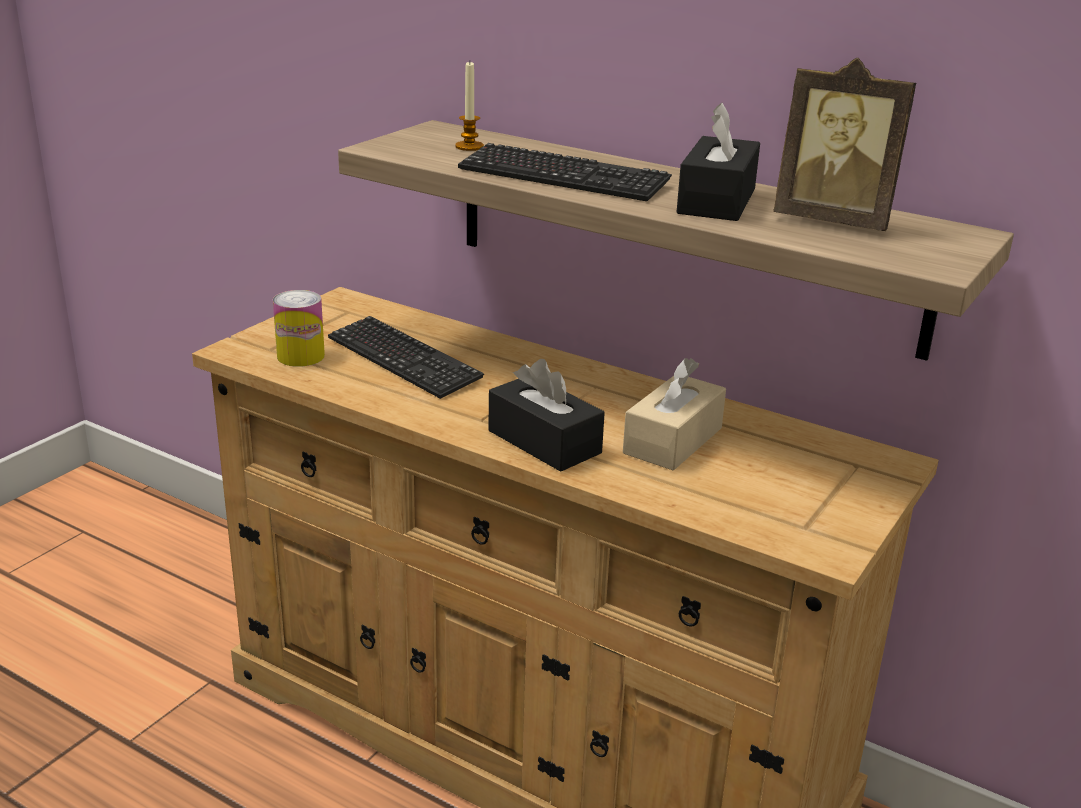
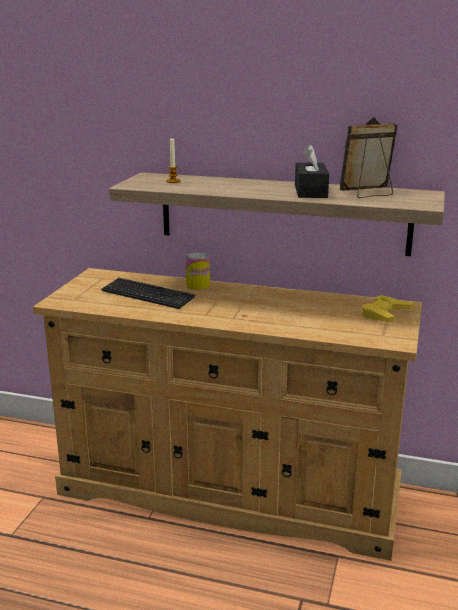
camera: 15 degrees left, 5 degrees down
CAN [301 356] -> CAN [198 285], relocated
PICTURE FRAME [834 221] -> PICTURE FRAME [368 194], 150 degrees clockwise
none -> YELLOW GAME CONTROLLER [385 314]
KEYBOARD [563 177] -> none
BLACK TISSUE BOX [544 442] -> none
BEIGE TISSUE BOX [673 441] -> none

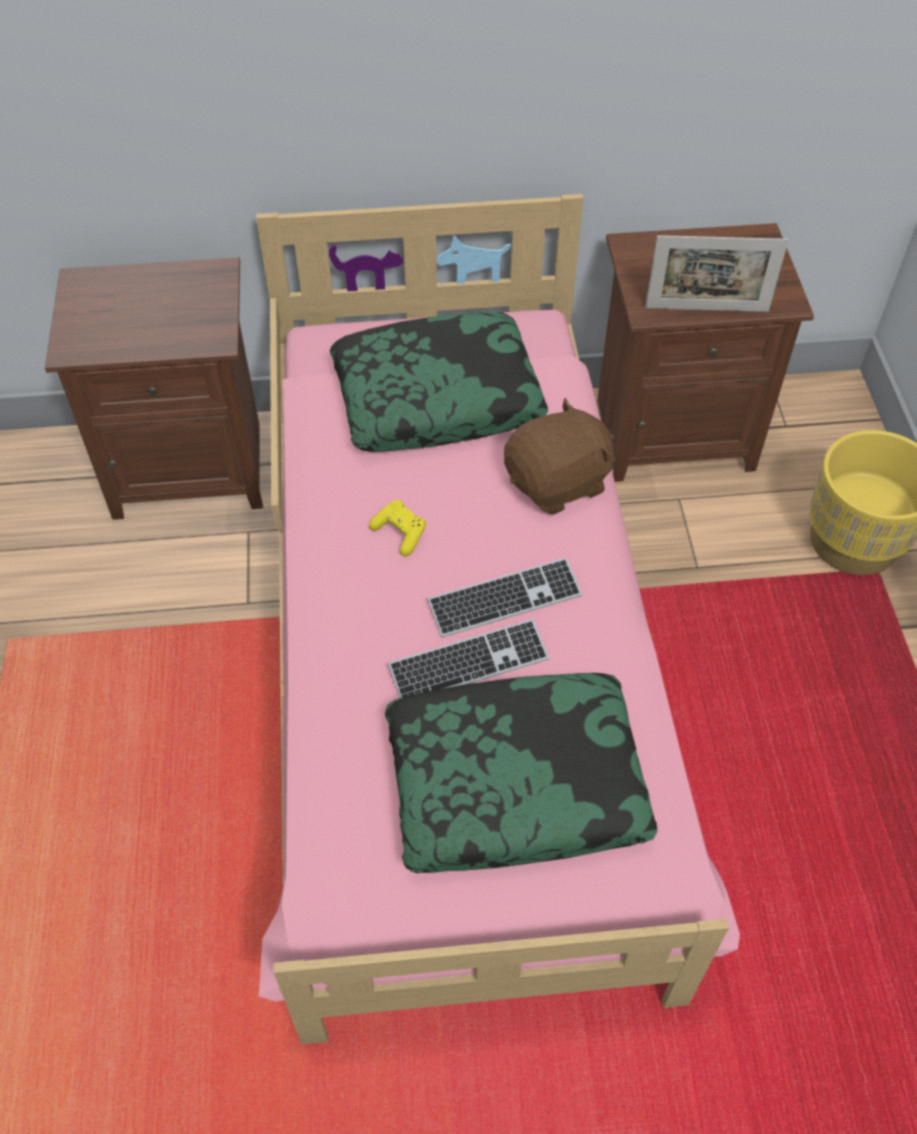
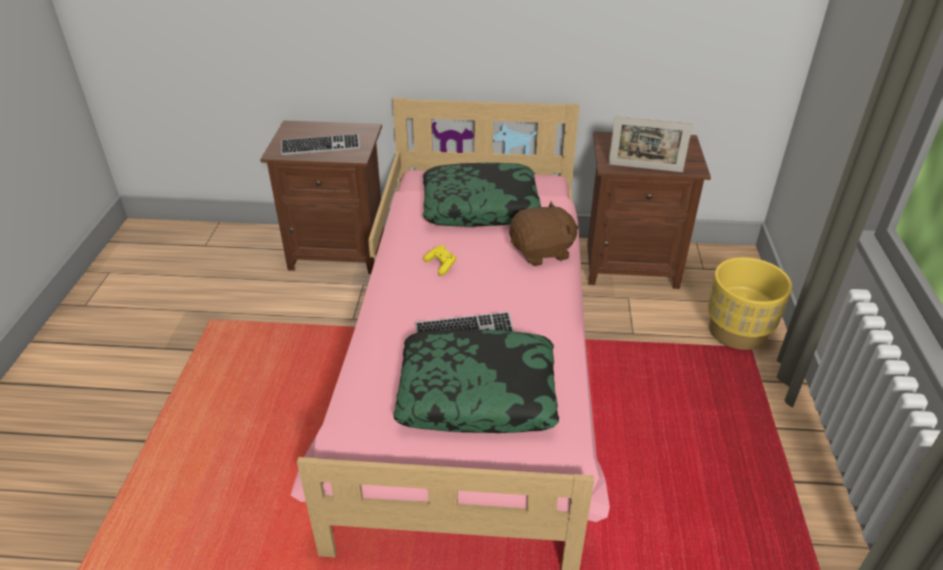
camera: 10 degrees right, 15 degrees down
KEYBOARD [505 600] -> KEYBOARD [320 146], relocated

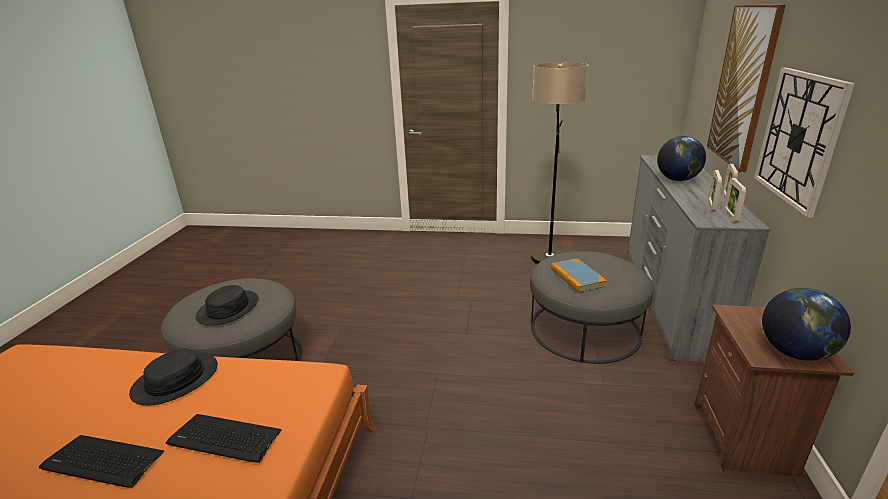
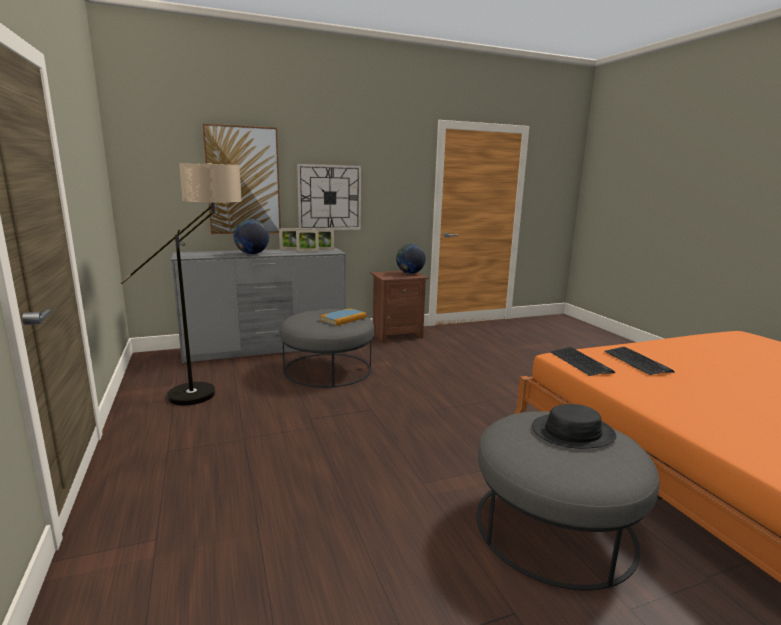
camera: 120 degrees left, 10 degrees down
KEYBOARD [103 462] -> KEYBOARD [580 362], relocated
BLACK HAT [176 380] -> none

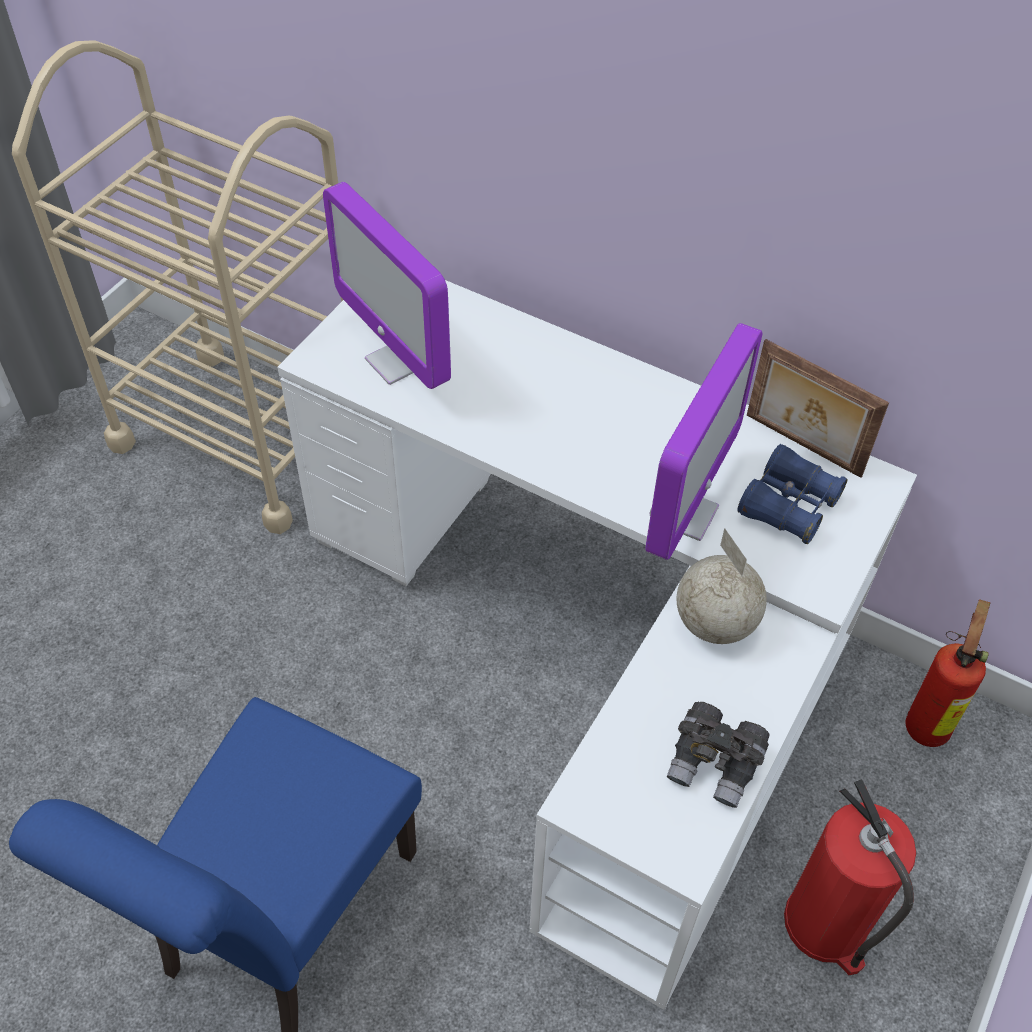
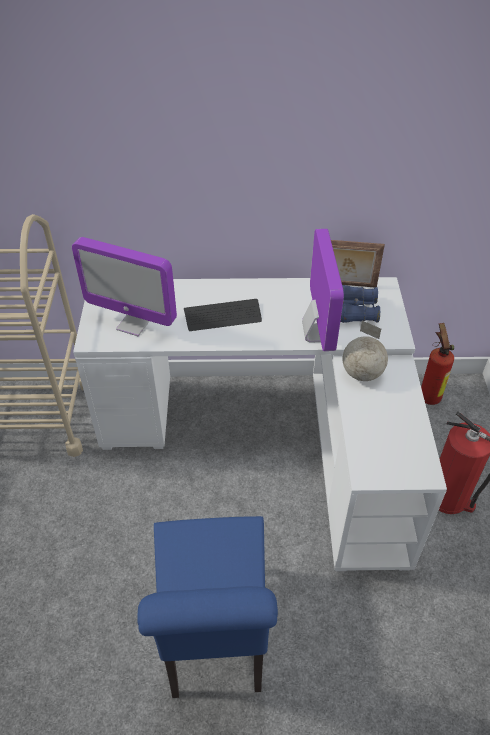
camera: 30 degrees left, 5 degrees down
none -> KEYBOARD [223 316]
GREY BINOCULARS [715 764] -> none

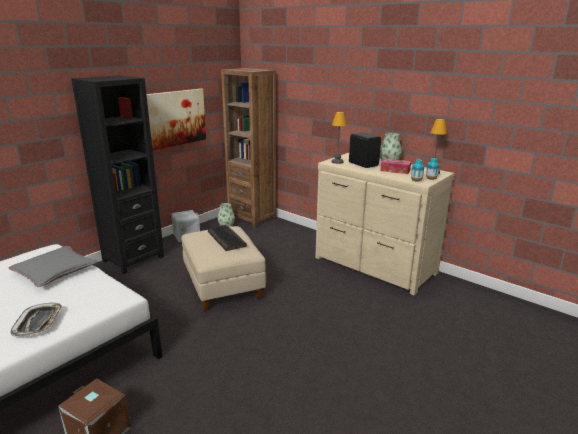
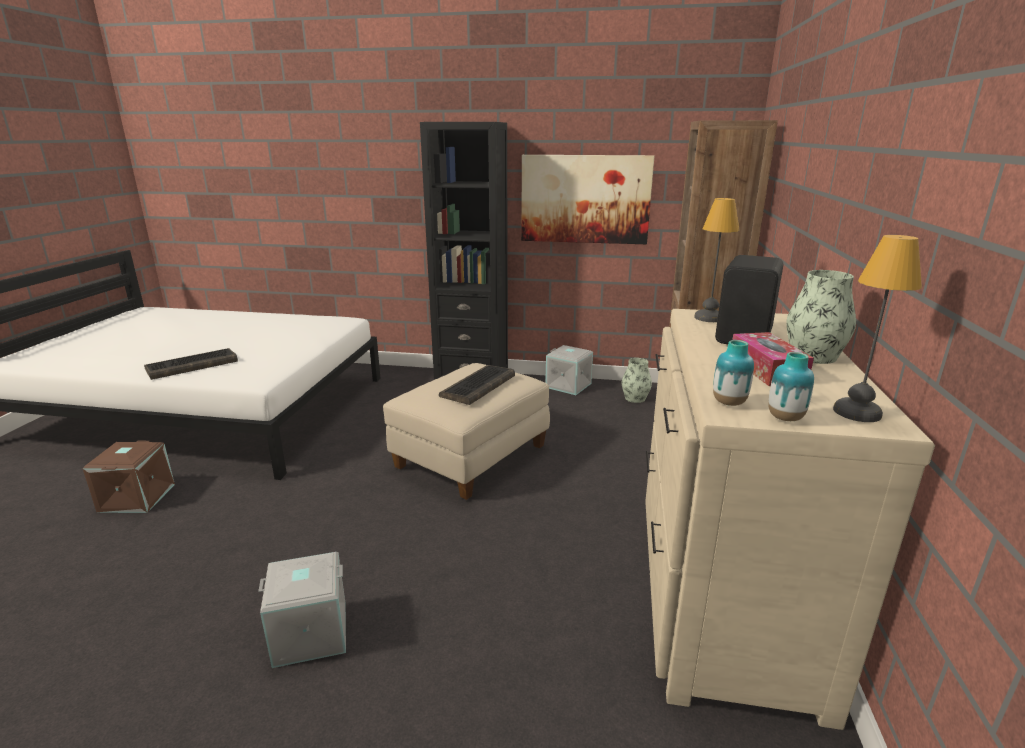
camera: 60 degrees right, 0 degrees up
TRAY [38 322] -> KEYBOARD [191 365]
none -> GREY STORAGE BOX [310 634]
GREY PILLOW [55 271] -> none

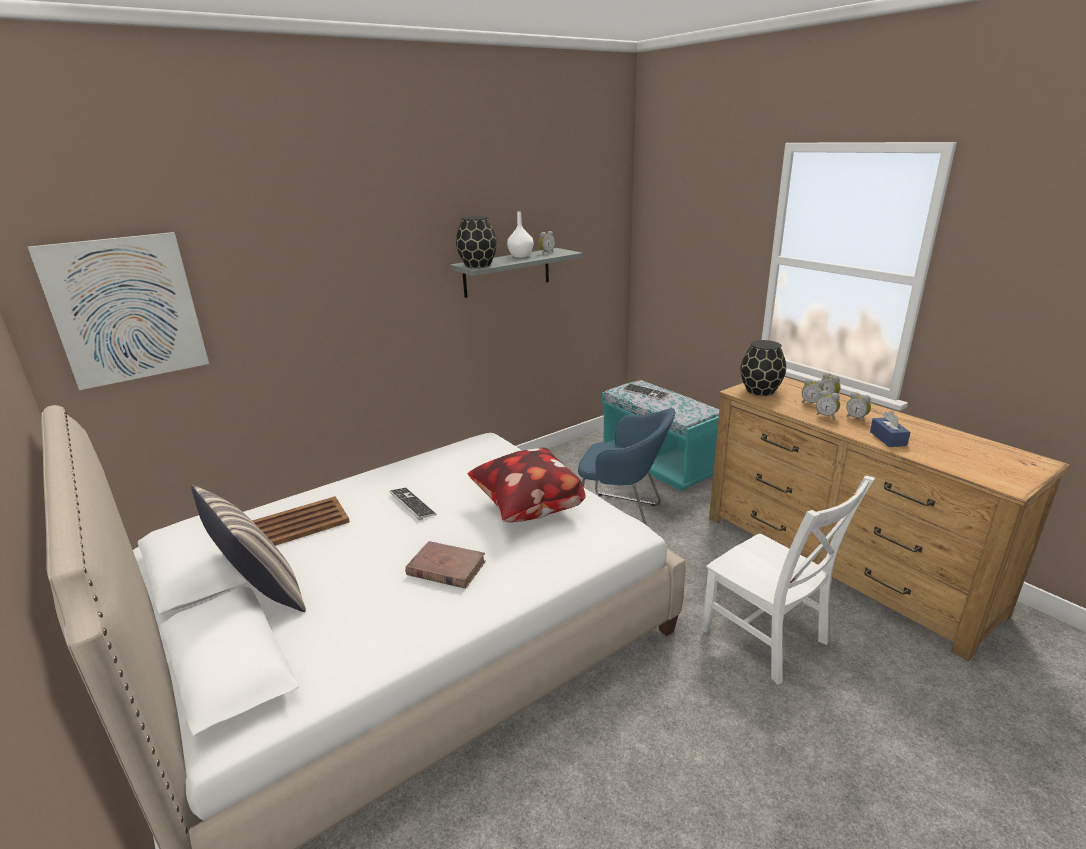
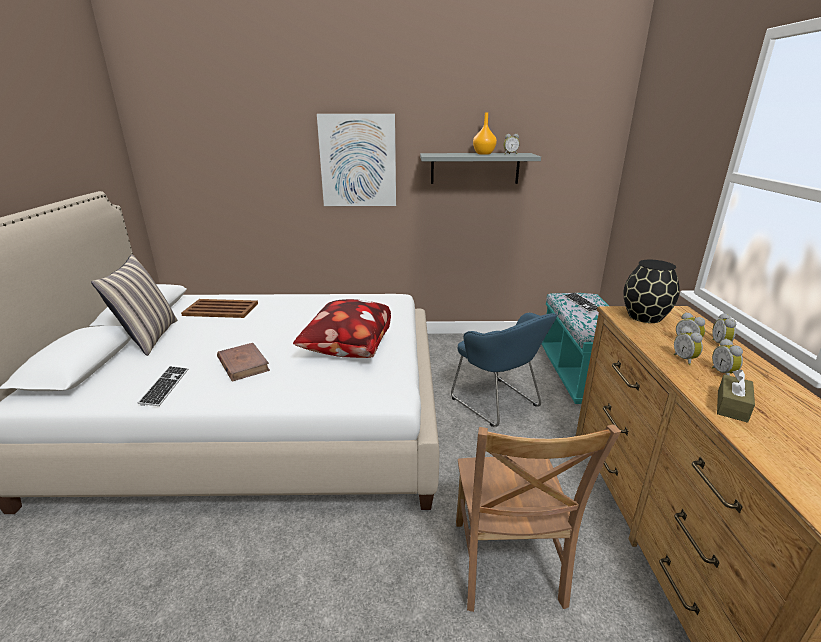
camera: 35 degrees right, 0 degrees up
KEYBOARD [412 504] -> KEYBOARD [165 387], relocated
PICTURE [126 310] -> PICTURE [358 161], relocated
WHITE CHAIR [768 639] -> BROWN CHAIR [507 566]
WHITE VASE [521 256] -> ORANGE VASE [484 154]
BLUE TISSUE BOX [888 438] -> BROWN TISSUE BOX [732 406]
BLACK VASE [478 265] -> none

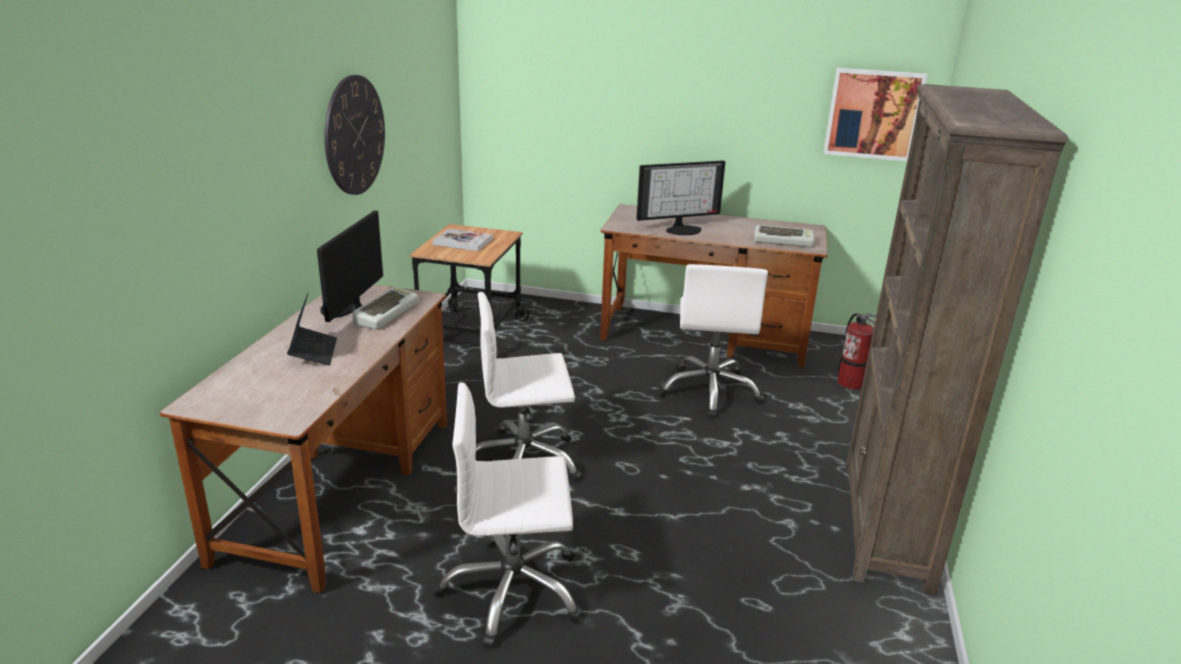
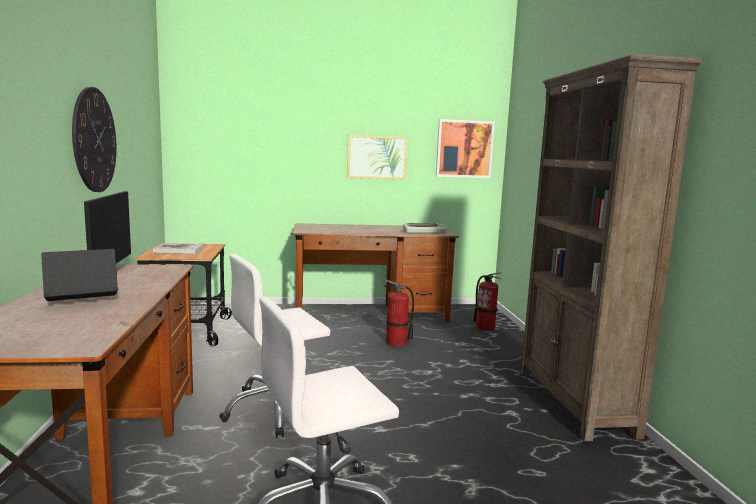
camera: 20 degrees left, 15 degrees down
LAPTOP [313 352] -> LAPTOP [82 302], 90 degrees counterclockwise
none -> PICTURE [377 157]
WHITE OFFICE CHAIR [710 391] -> FIRE EXTINGUISHER [396 343]
KEYBOARD [385 313] -> none
MONITOR [682 229] -> none

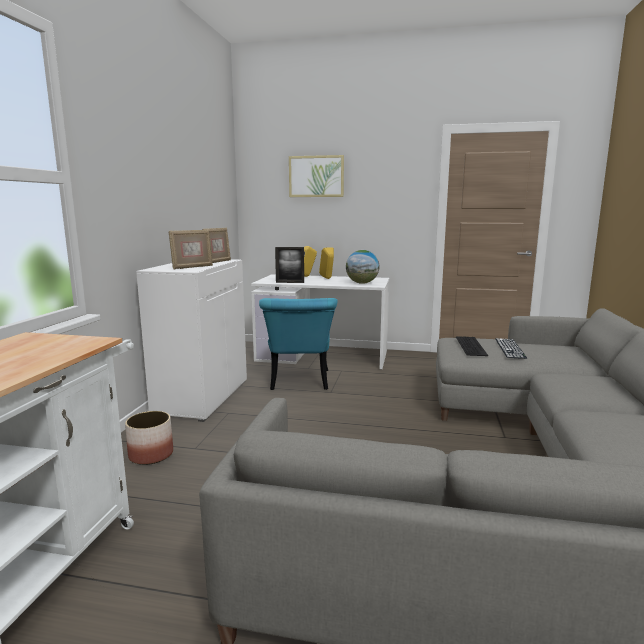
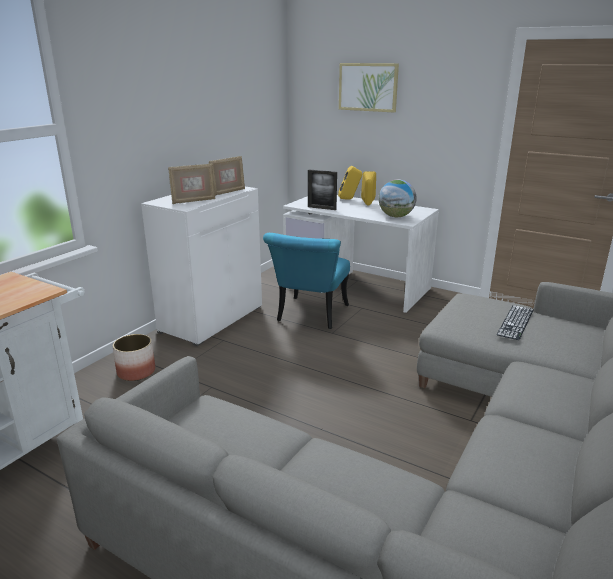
camera: 20 degrees right, 10 degrees up
KEYBOARD [472 346] -> none

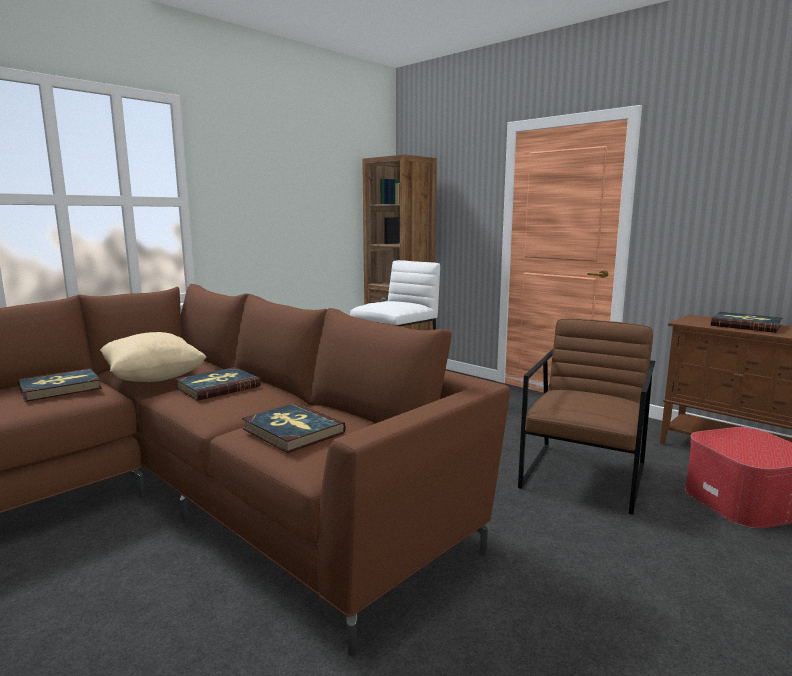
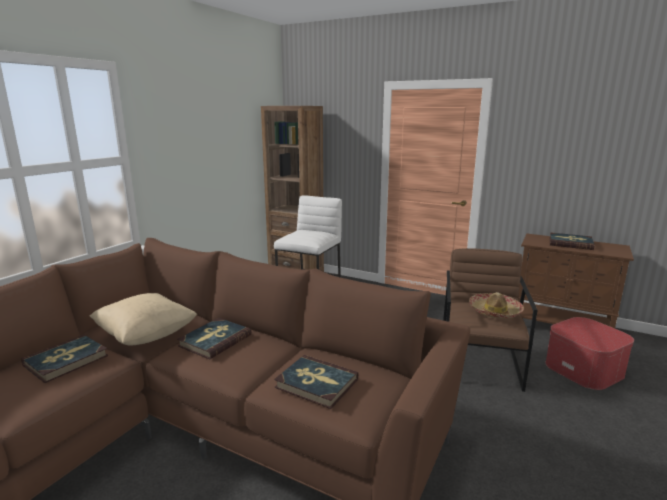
camera: 15 degrees left, 5 degrees up
none -> HAT [495 311]

